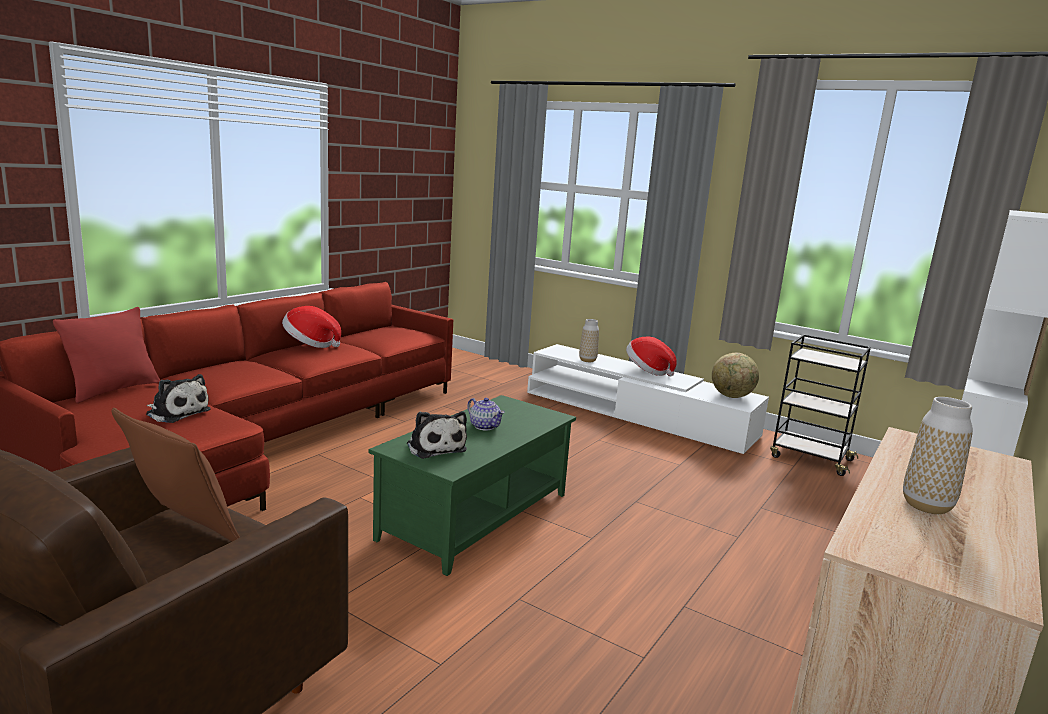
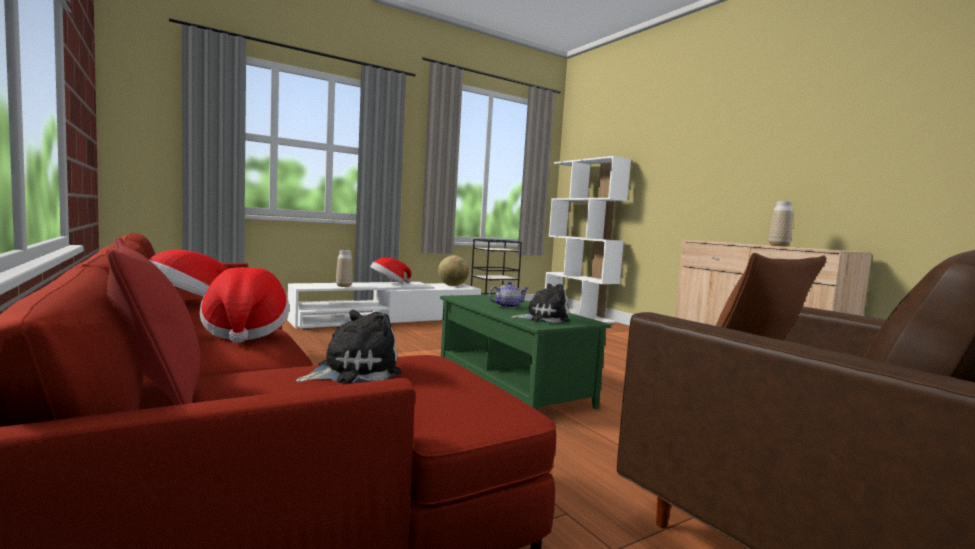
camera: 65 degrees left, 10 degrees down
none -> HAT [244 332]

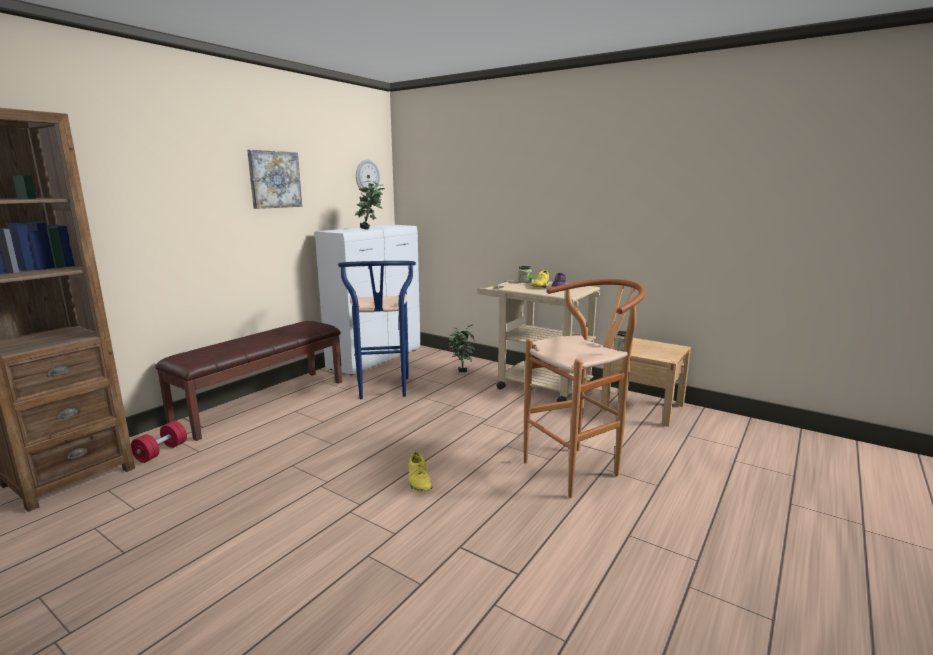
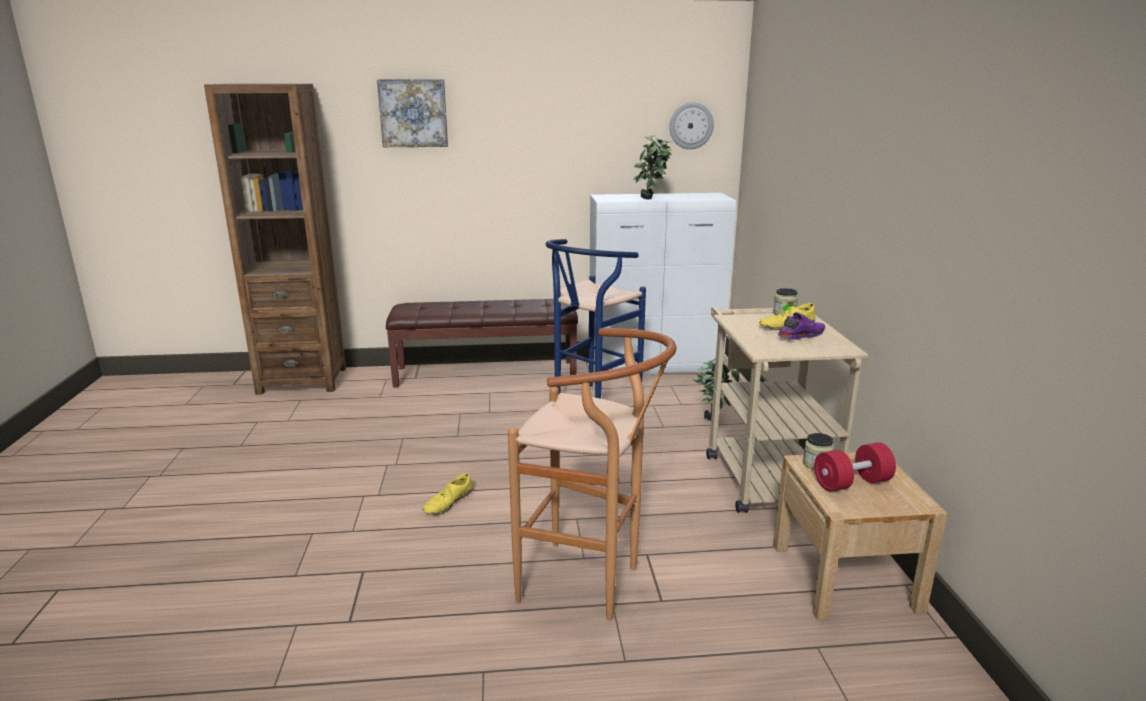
camera: 50 degrees right, 5 degrees up
PICTURE [274 179] -> PICTURE [413 113], relocated
RED DUMBBELL [161 452] -> RED DUMBBELL [852 483], relocated

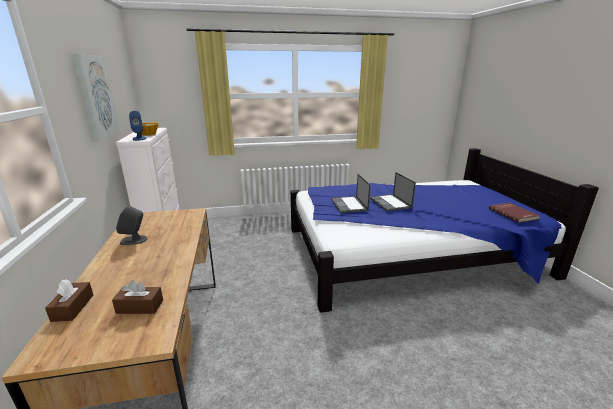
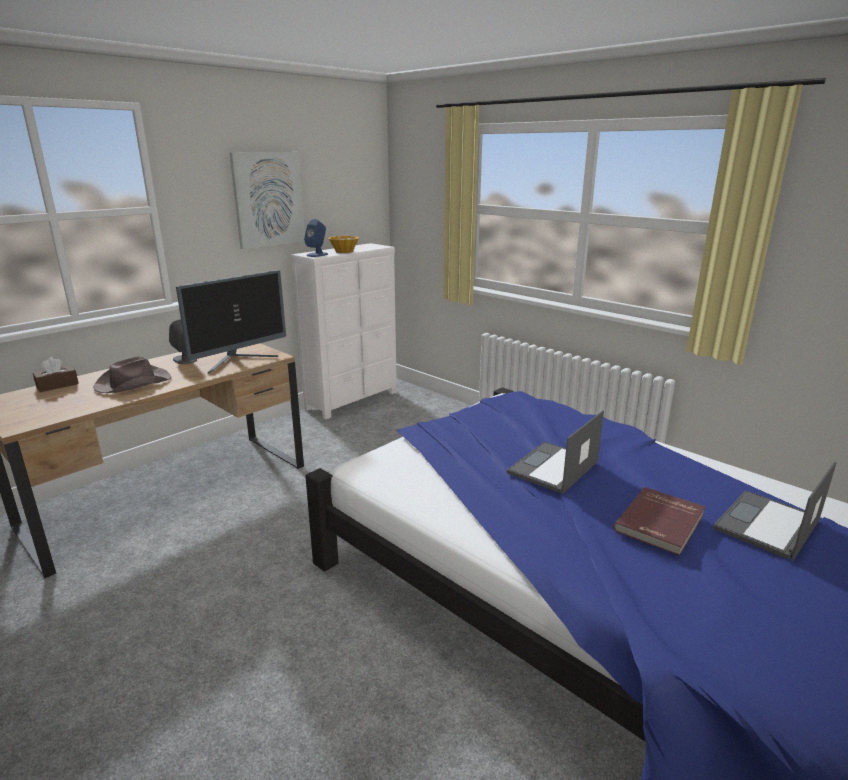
camera: 55 degrees right, 0 degrees up
none -> BROWN HAT [132 383]
none -> MONITOR [239 361]
RED BOOK [513 214] -> RED BOOK [661 523], relocated
LAPTOP [349 205] -> LAPTOP [767 525], relocated
BROWN TISSUE BOX [140 306] -> none

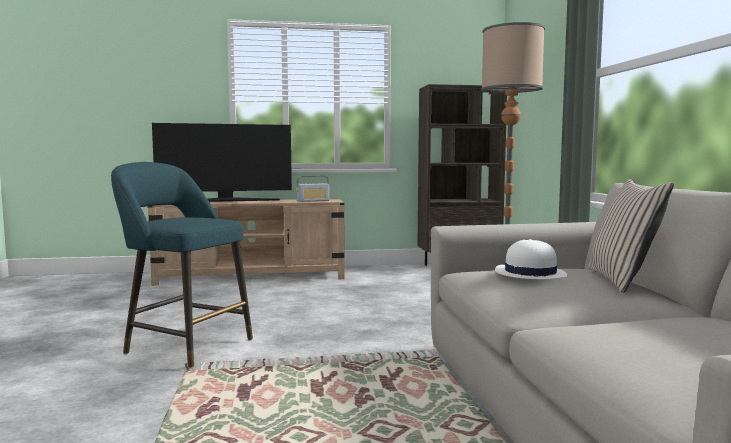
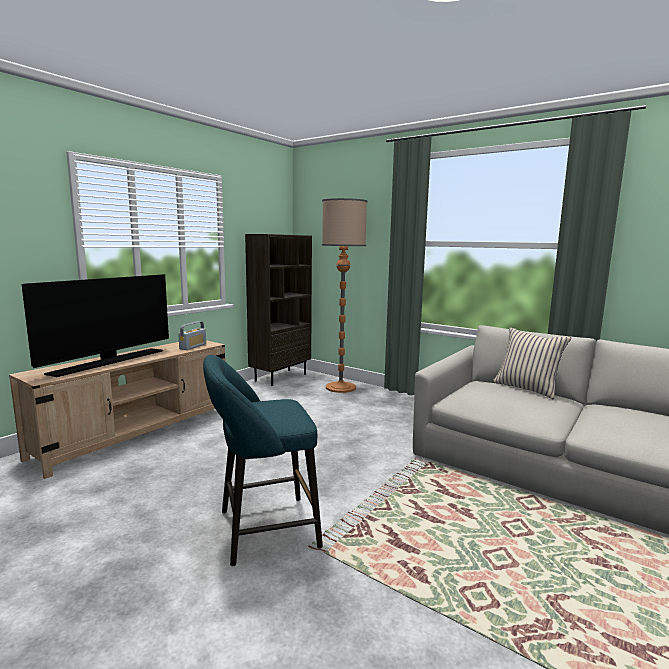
camera: 45 degrees left, 5 degrees up
WHITE HAT [529 274] -> none

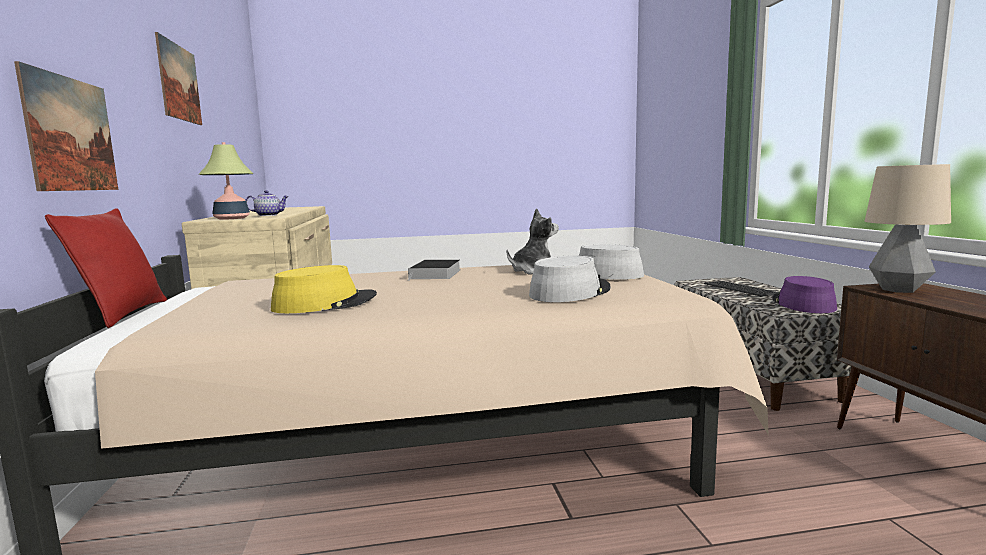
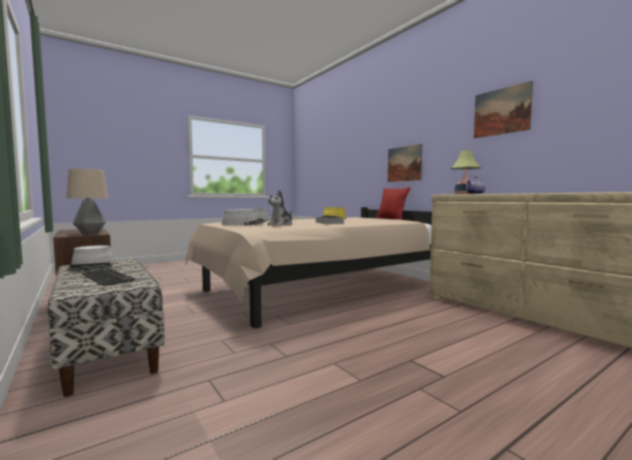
camera: 155 degrees right, 5 degrees down
PURPLE HAT [802 304] -> GREY HAT [92 266]

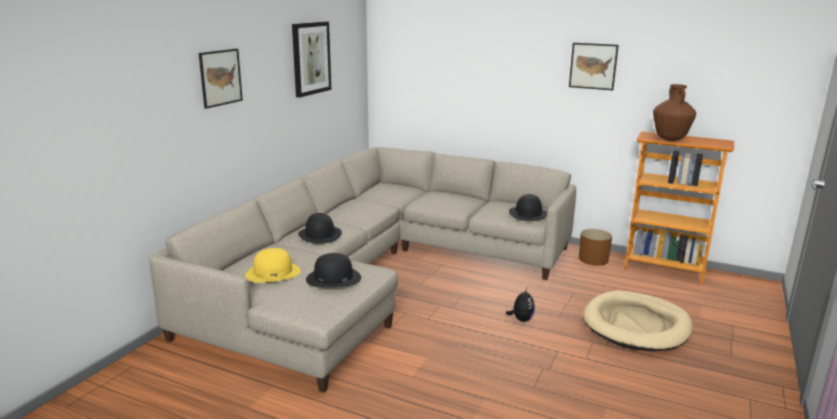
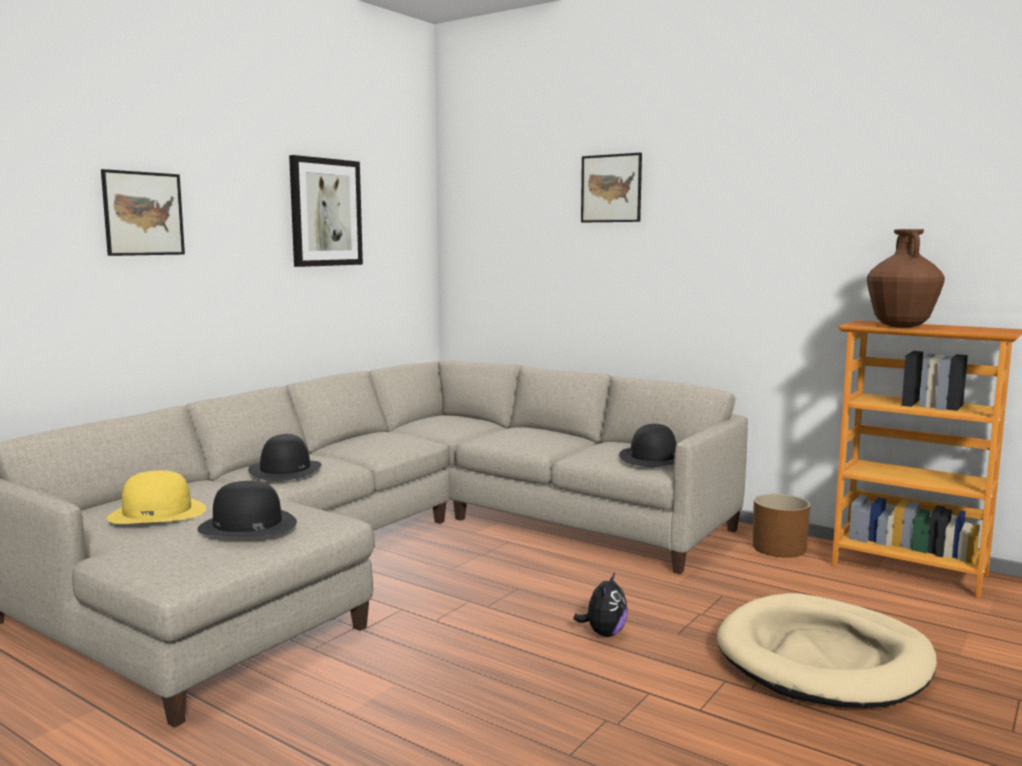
camera: 10 degrees right, 10 degrees down
PICTURE [593 66] -> PICTURE [611 188], relocated

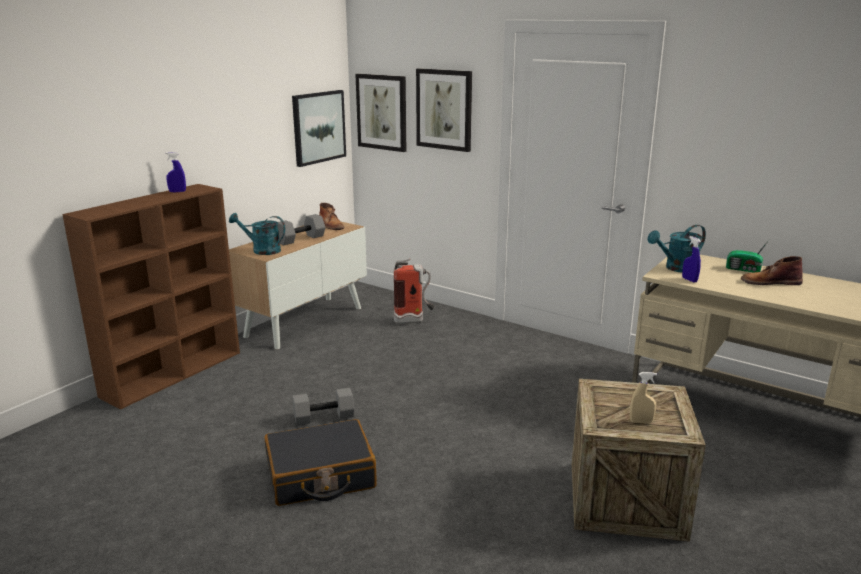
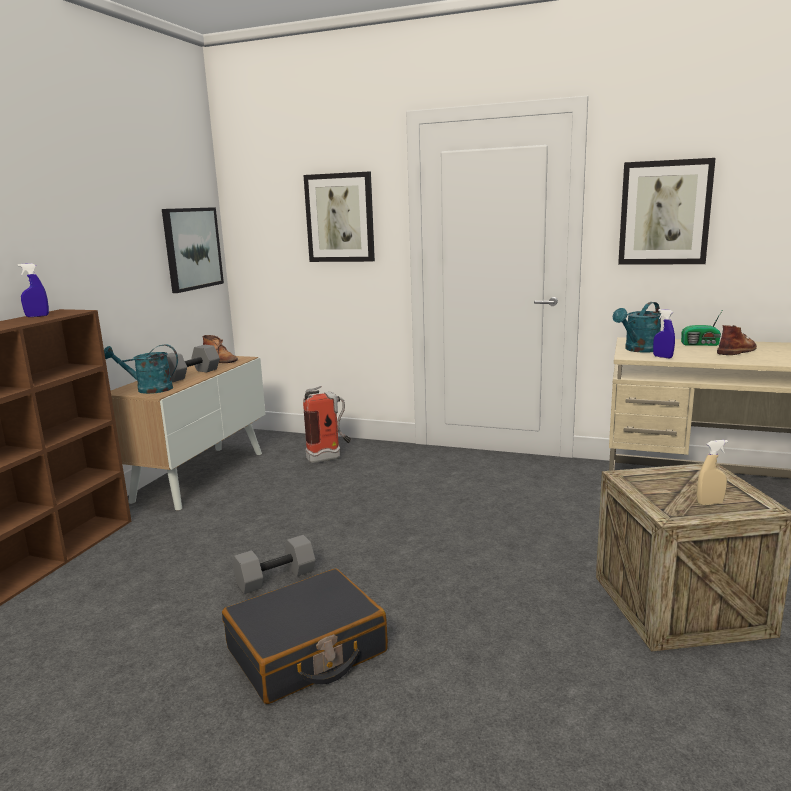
camera: 15 degrees left, 5 degrees down
PICTURE [382 112] -> PICTURE [664 213], relocated
BROWN BOOT [770 282] -> BROWN BOOT [737 350], 150 degrees clockwise

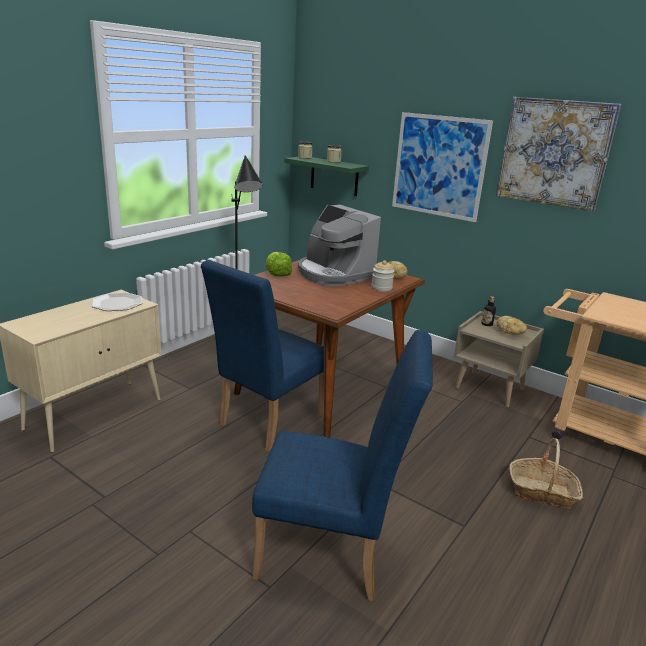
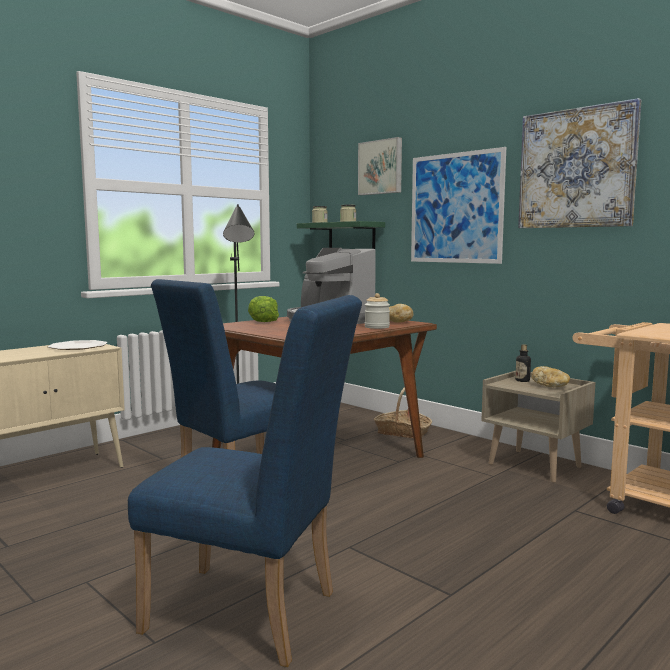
camera: 10 degrees right, 15 degrees down
none -> PICTURE [381 167]
BASKET [542 491] -> BASKET [402 432], relocated

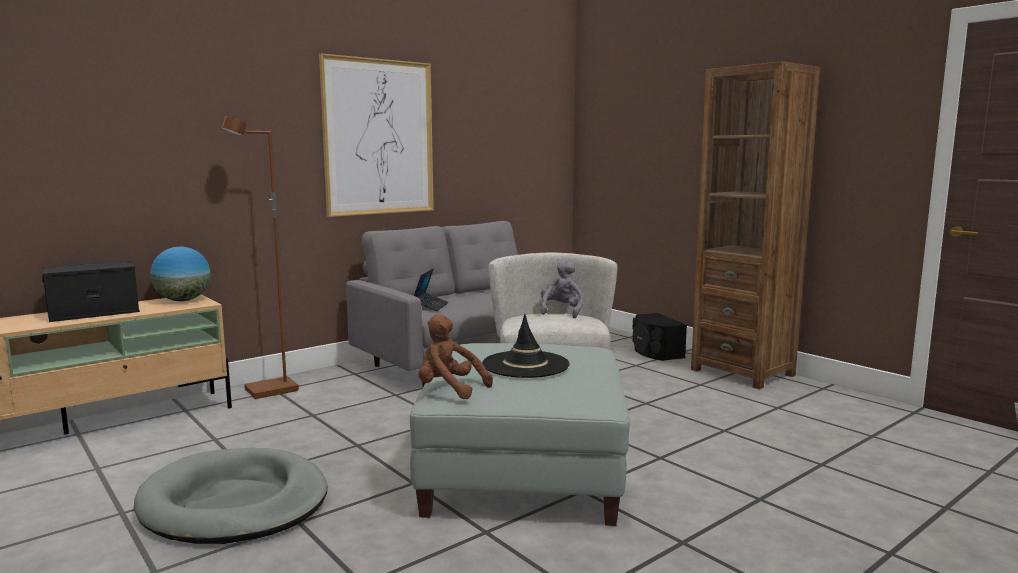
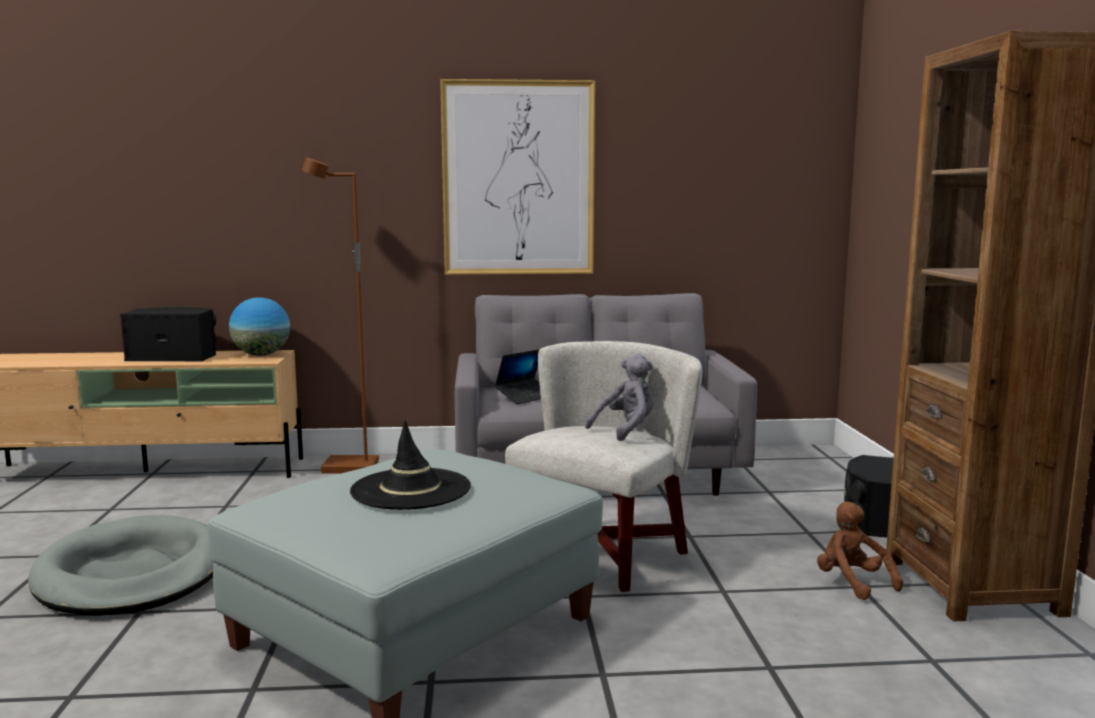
camera: 35 degrees right, 0 degrees up
BROWN PLUSH TOY [449 389] -> BROWN PLUSH TOY [852 583], relocated

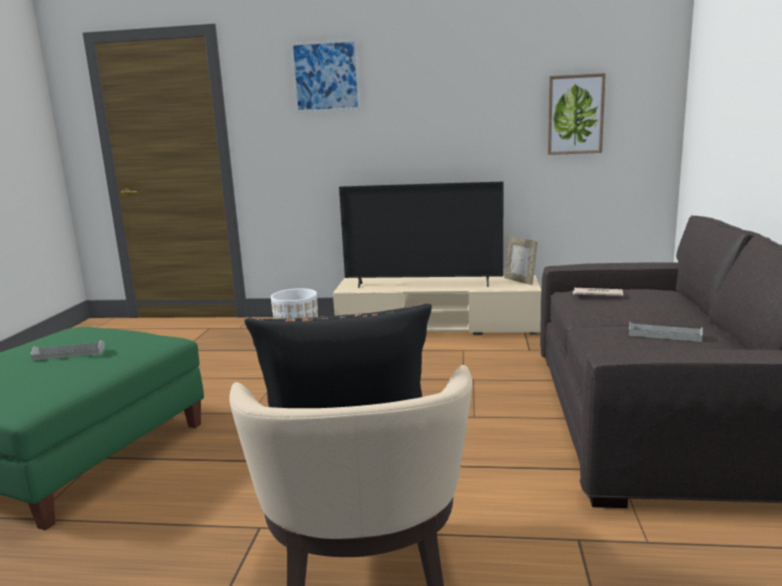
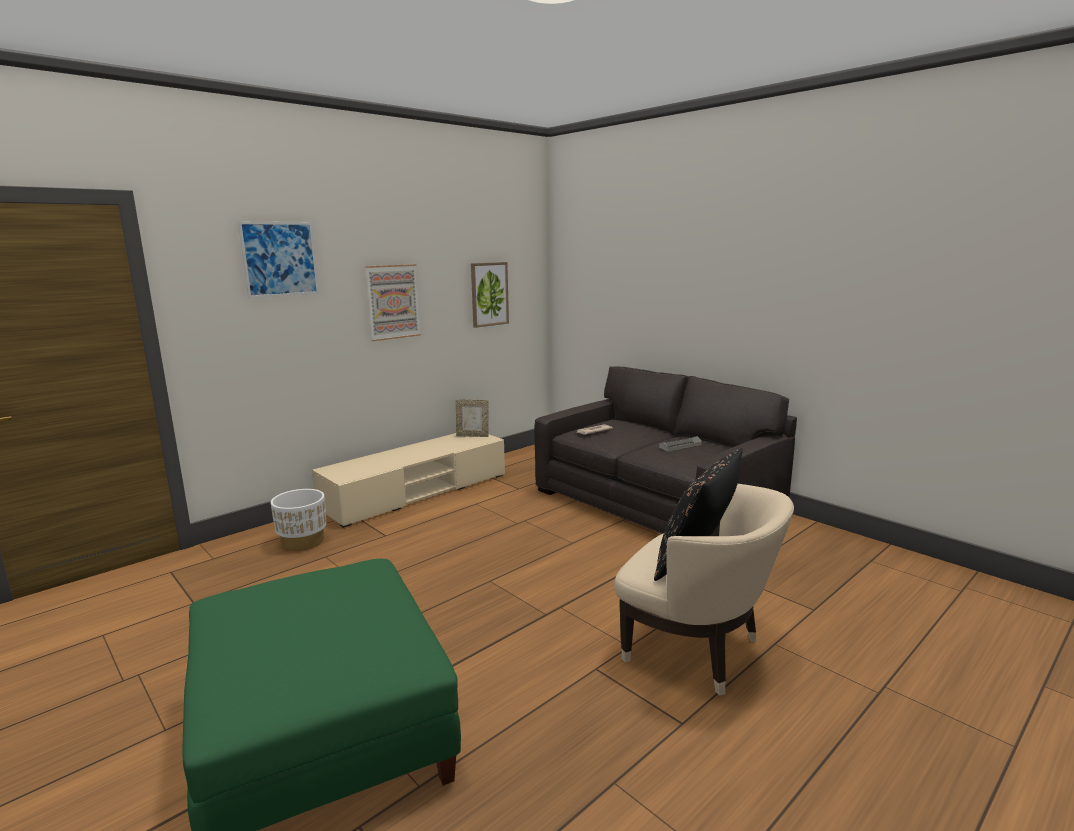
camera: 50 degrees left, 0 degrees up
none -> PICTURE [393 302]
GREY TRAY [69 353] -> none
TELEVISION [423 285] -> none

